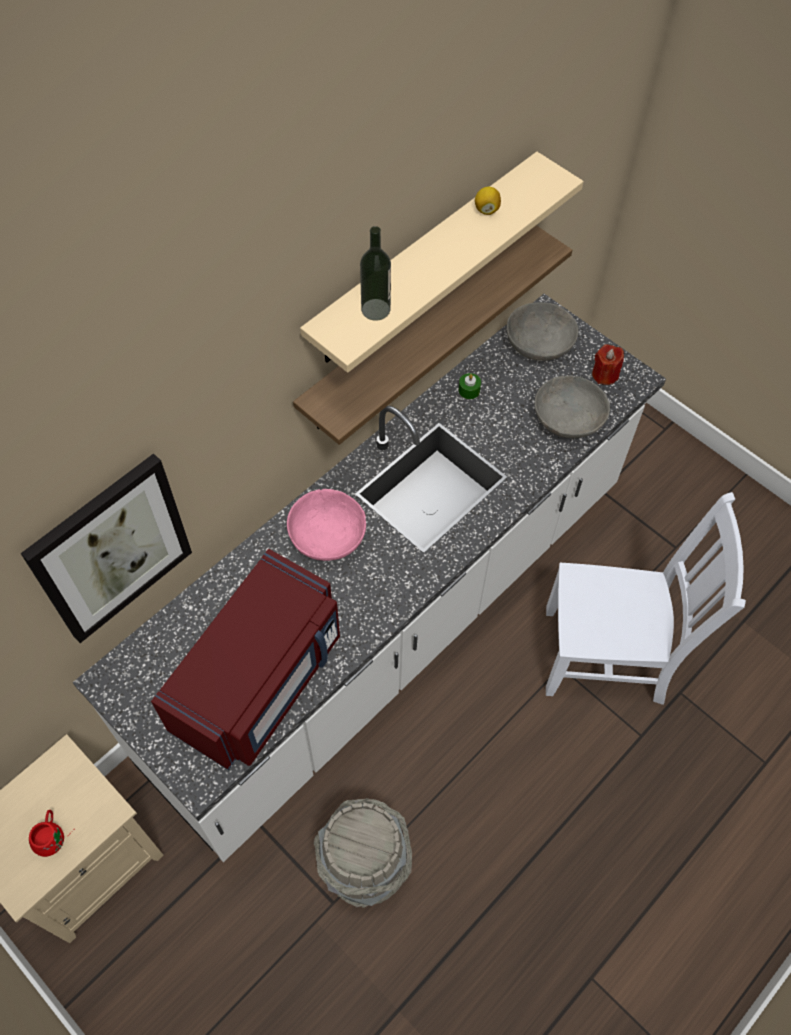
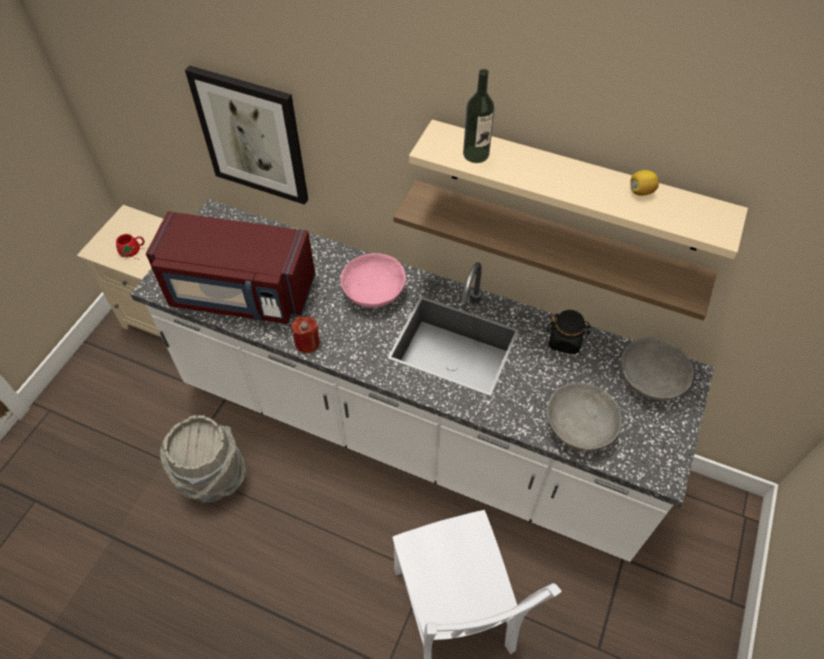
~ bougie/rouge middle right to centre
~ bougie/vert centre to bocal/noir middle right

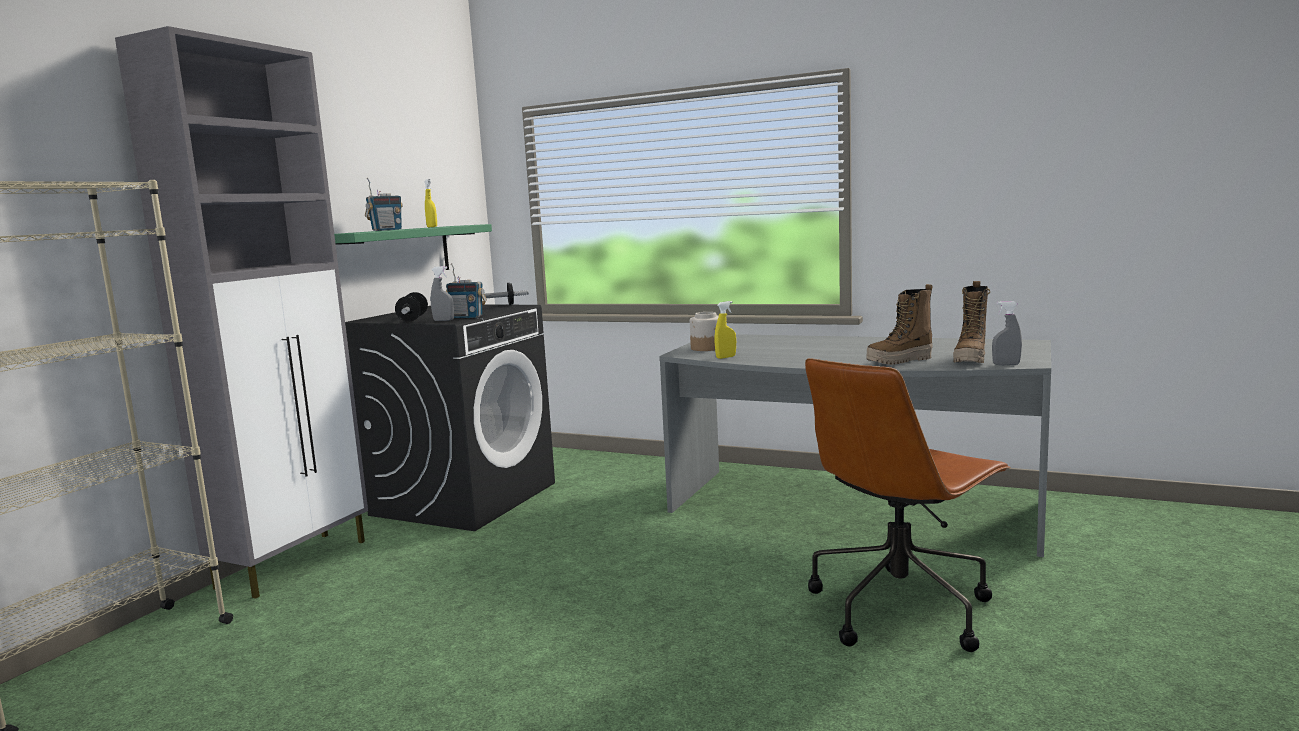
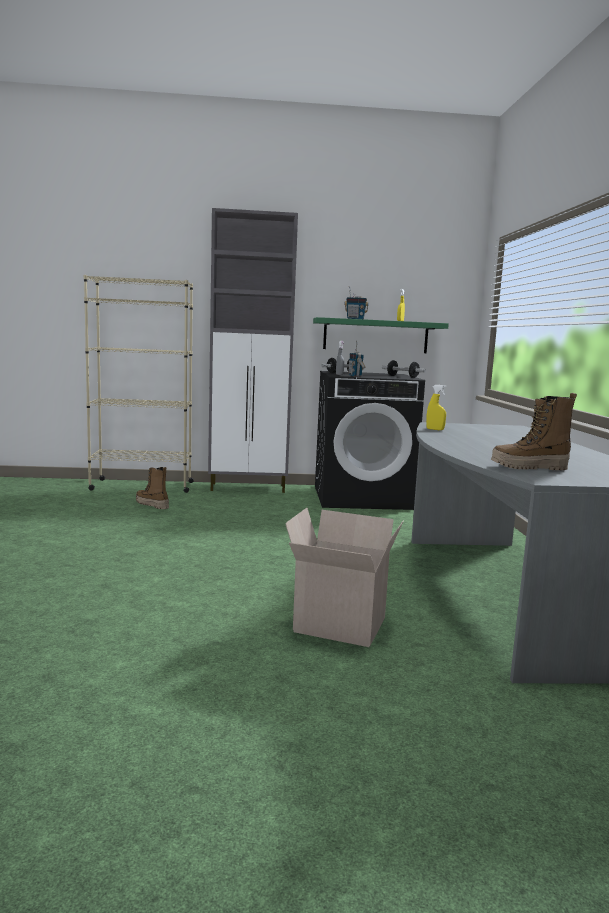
~ botte (1st from left) middle right to middle left
~ chaise de bureau/marron bottom right to carton centre
- bocal centre
- vaporisateur/gris (2nd from left) middle right

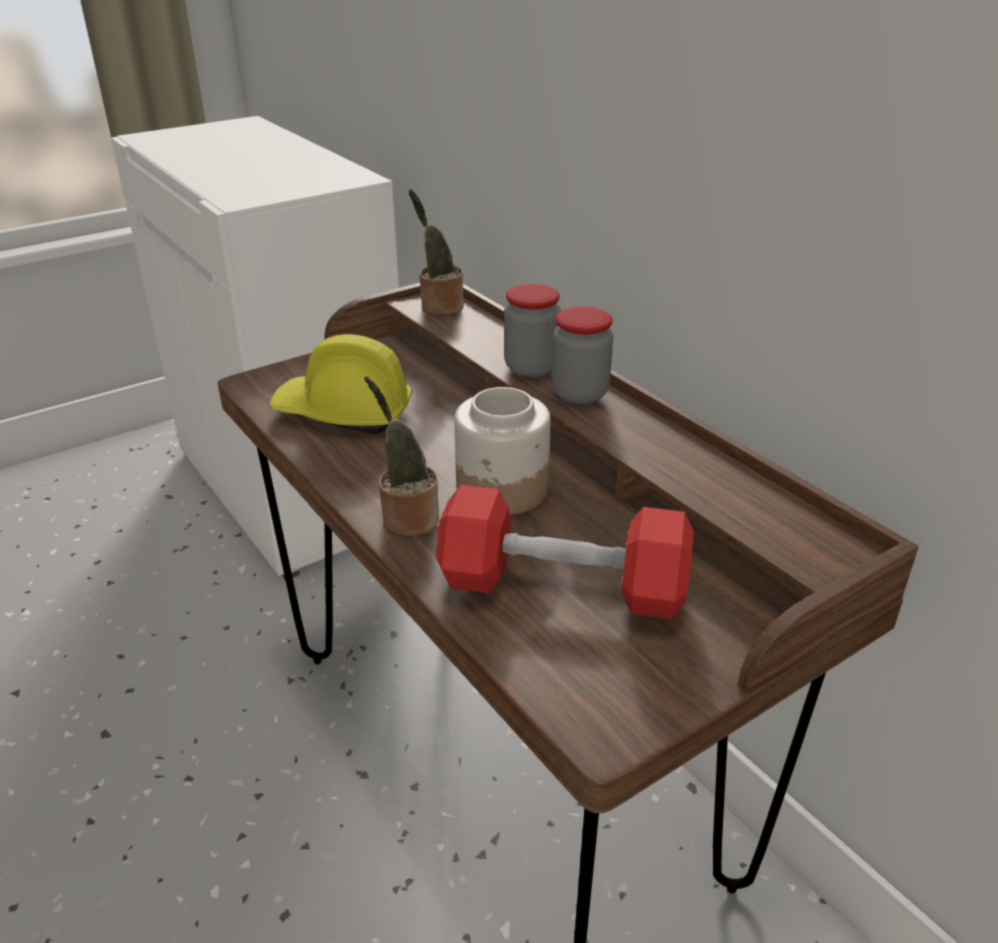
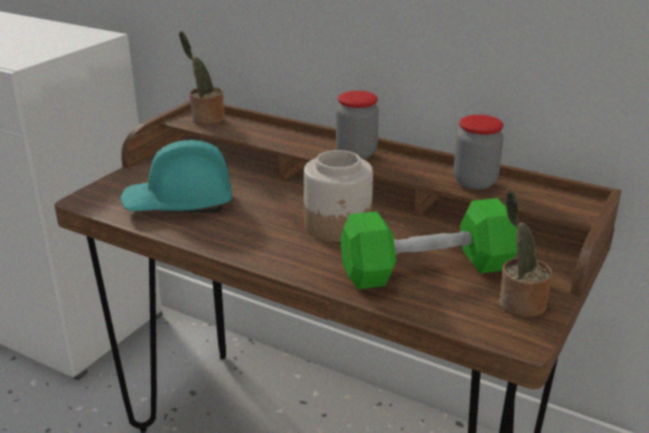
~ casque de chantier/jaune centre to casque de chantier/turquoise middle left
~ haltère/rouge centre to haltère/vert centre
~ bocal (2nd from left in the first image) centre to bocal (3rd from left) middle right
~ plante en pot (1st from left in the first image) centre to plante en pot (2nd from left) middle right

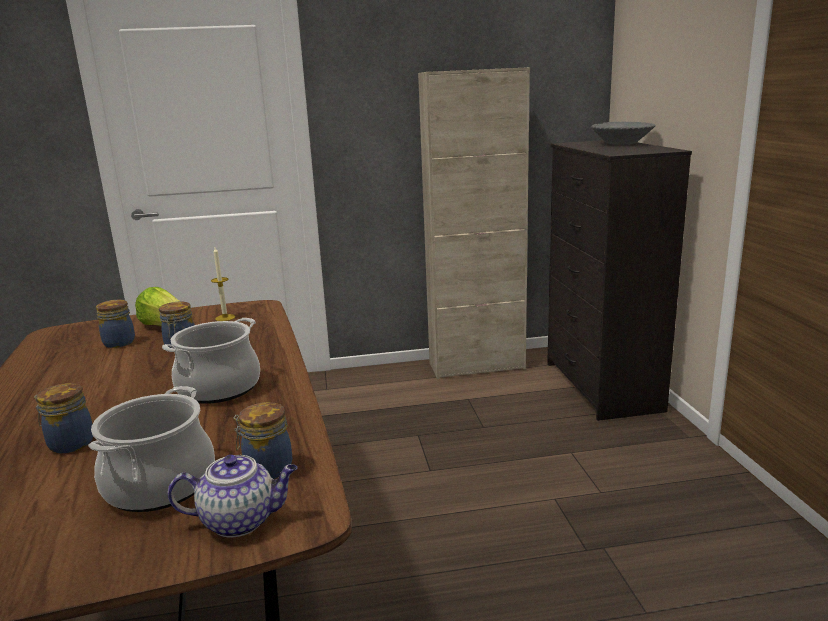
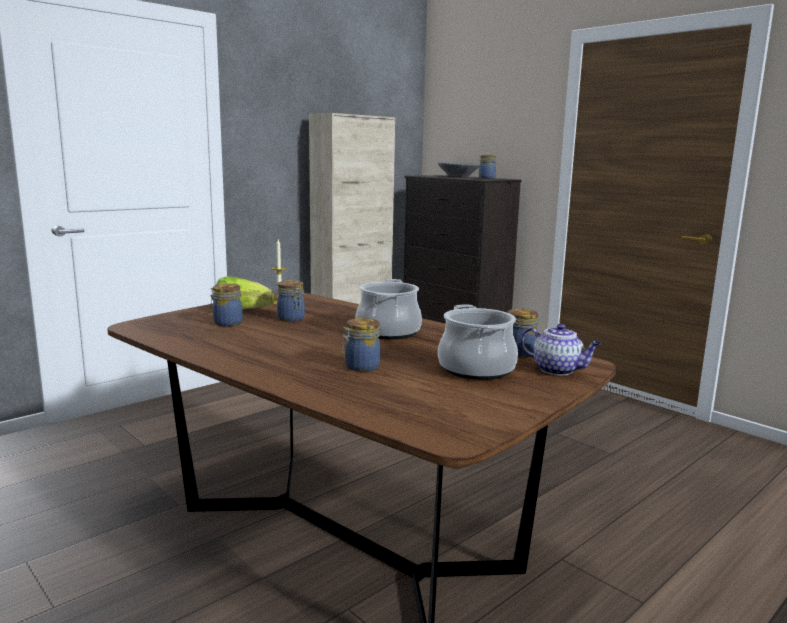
+ bocal (4th from left) top centre
~ théière bottom left = middle right 75 degrees clockwise

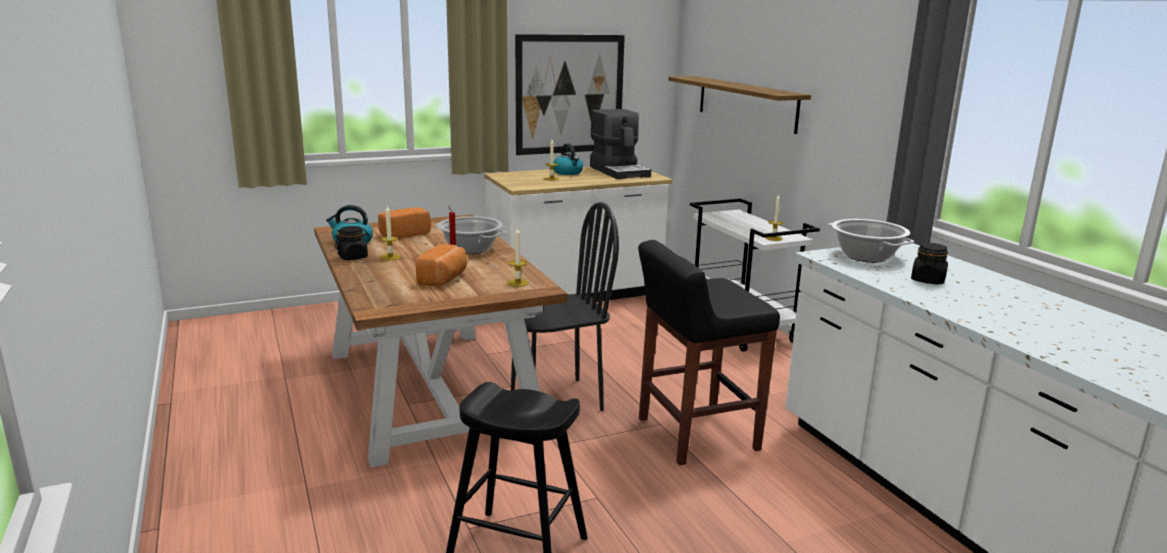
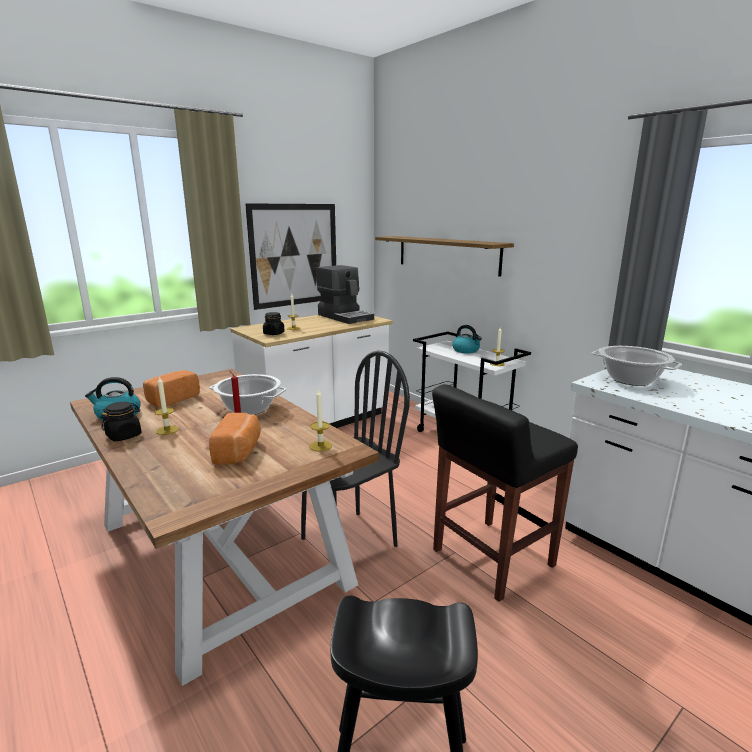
~ bocal/noir (2nd from left) middle right to centre
~ bouilloire (2nd from left) top centre to centre

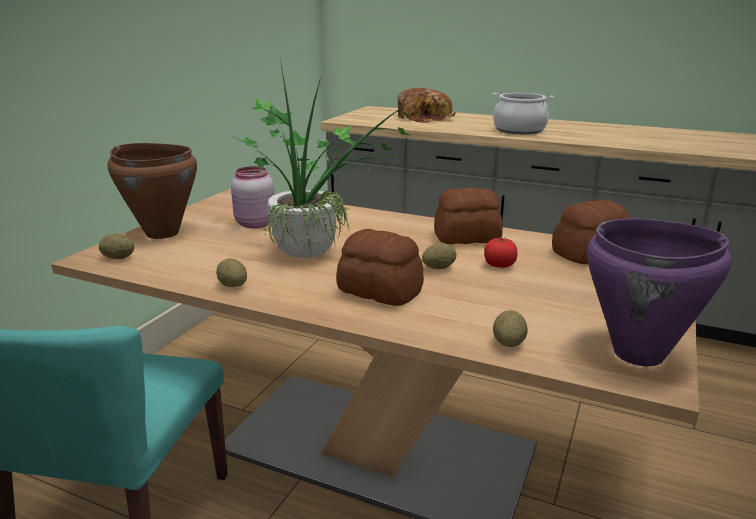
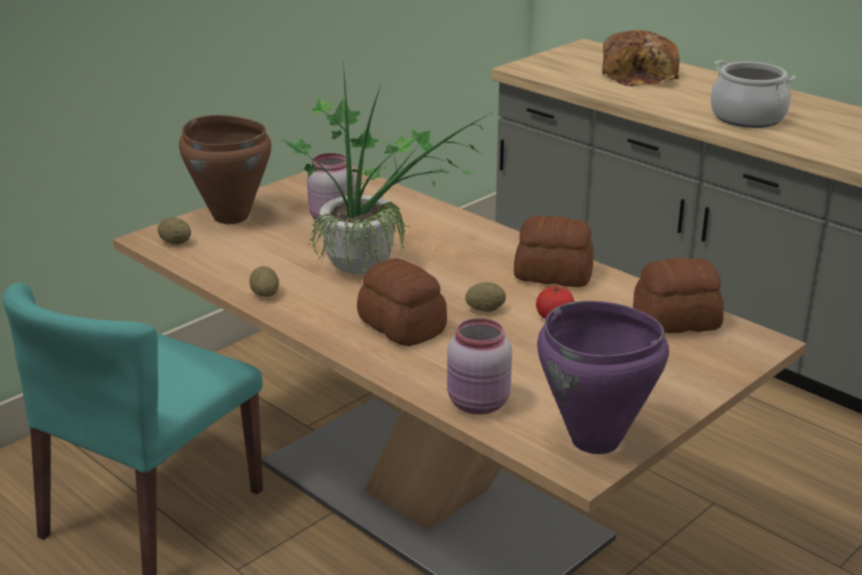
~ pomme de terre (4th from left) middle right to bocal/rose (2nd from left) centre

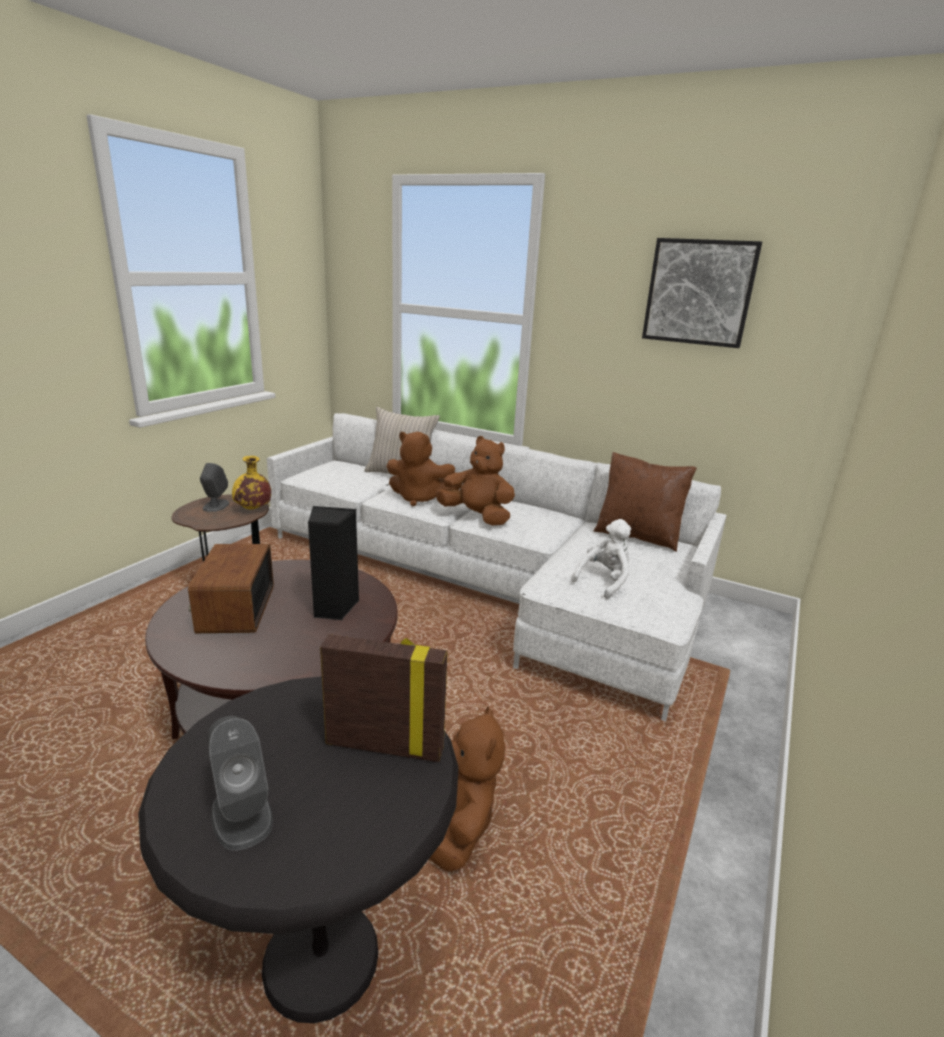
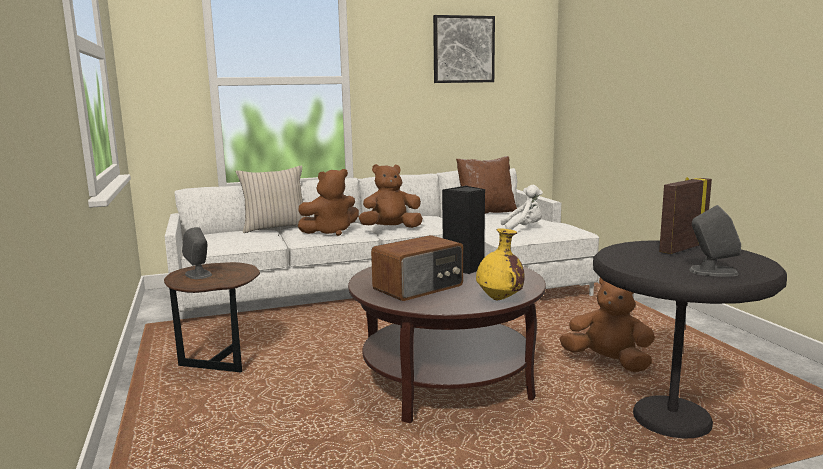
~ radio middle left = centre 75 degrees counterclockwise
~ vase/jaune middle left to centre
~ peluche/blanc centre = centre 90 degrees clockwise

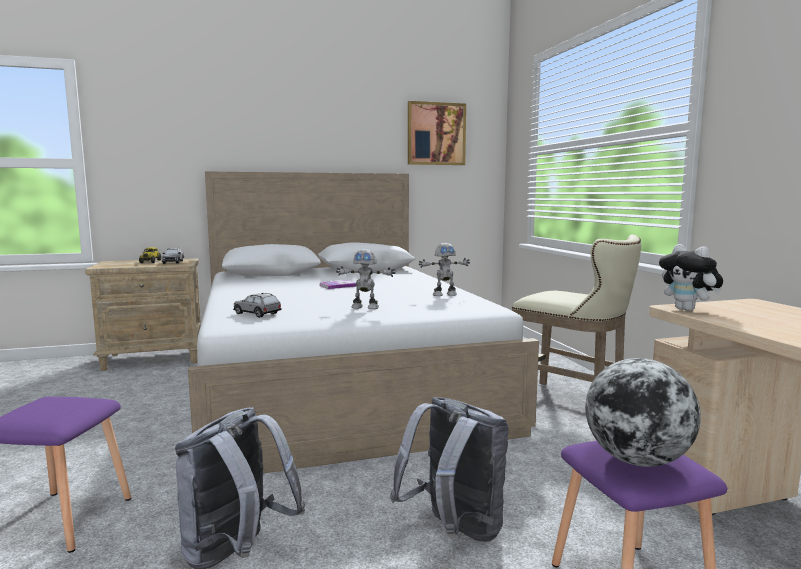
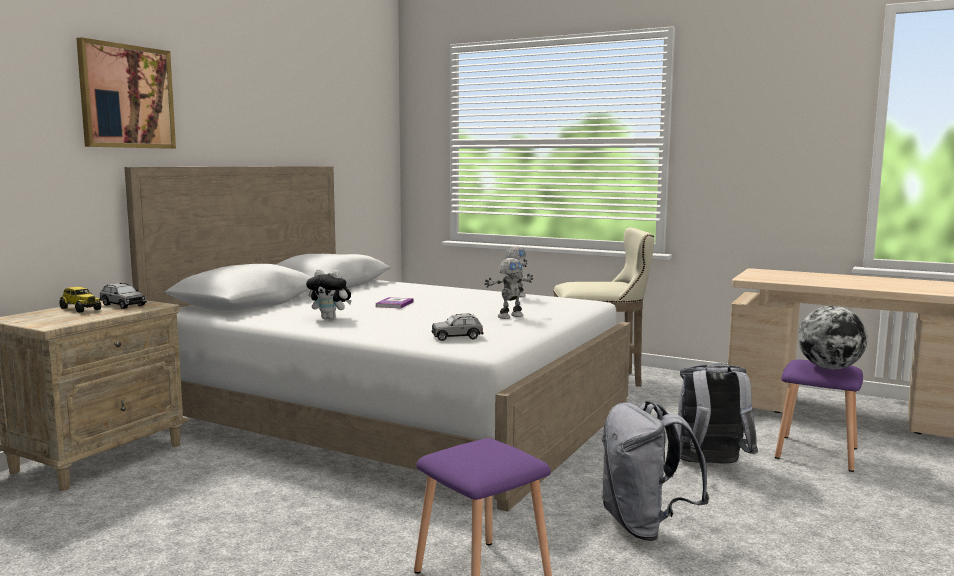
~ tableau top centre to top left
~ peluche middle right to centre

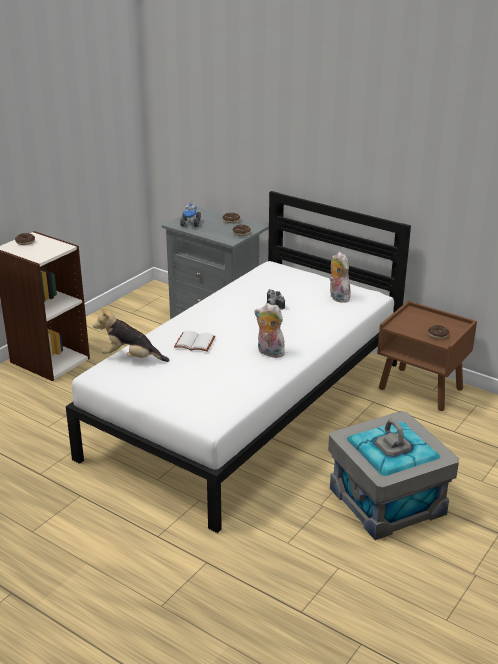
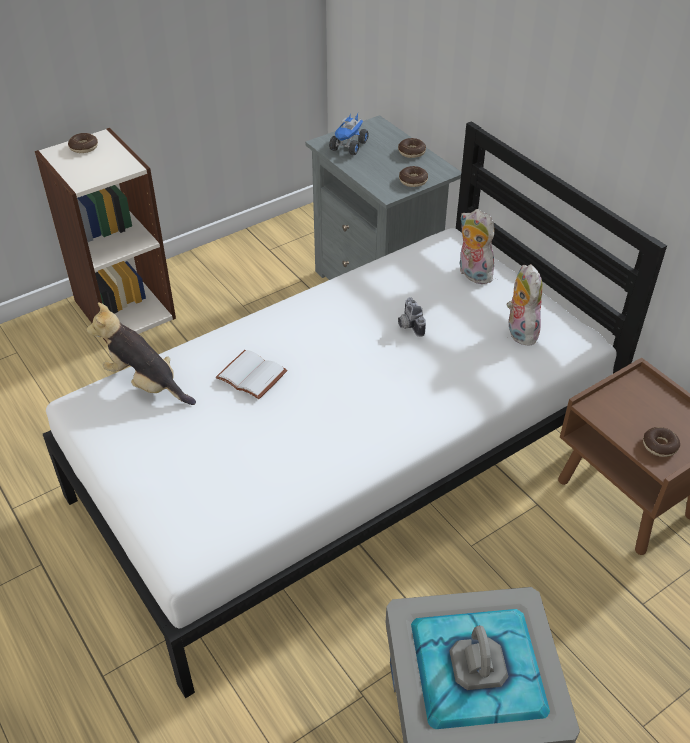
~ peluche (2nd from left) centre to top right

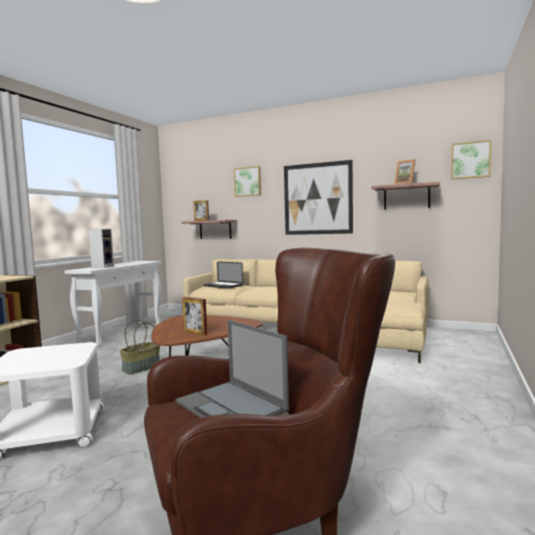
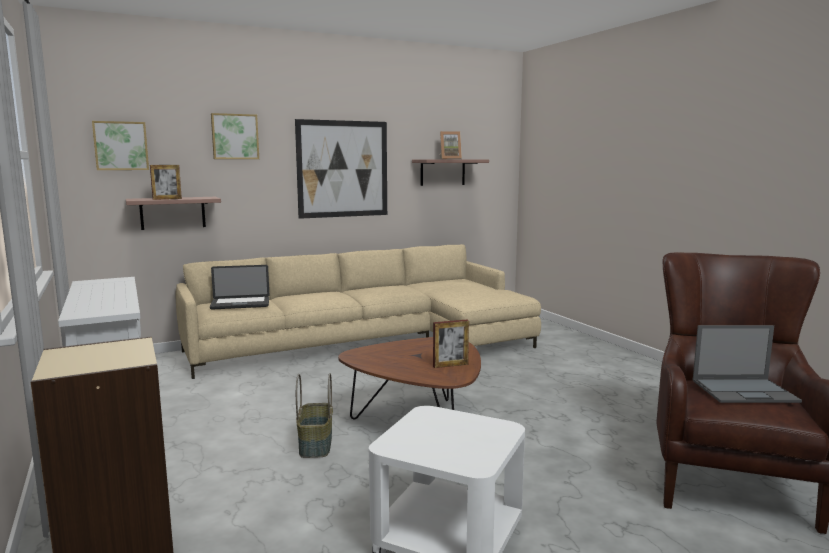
~ tableau (3rd from left in the first image) top right to tableau (1st from left) top left
- enceinte middle left

